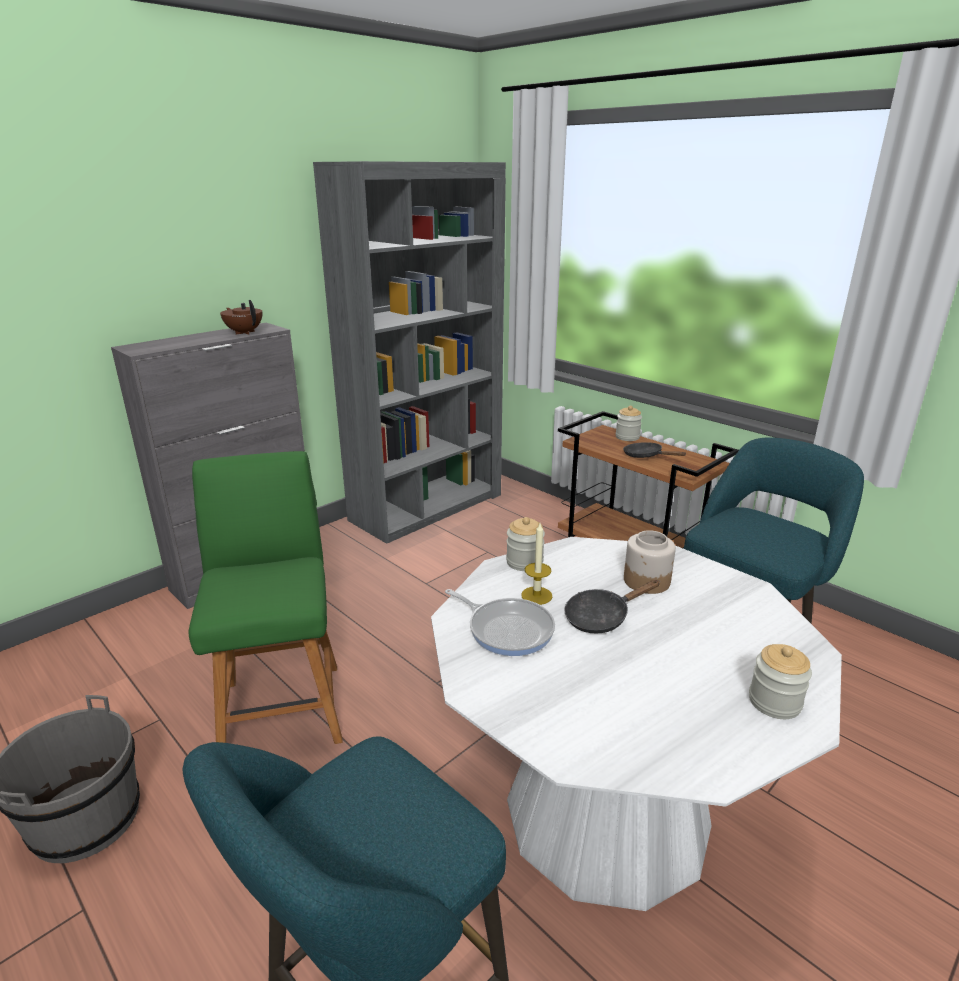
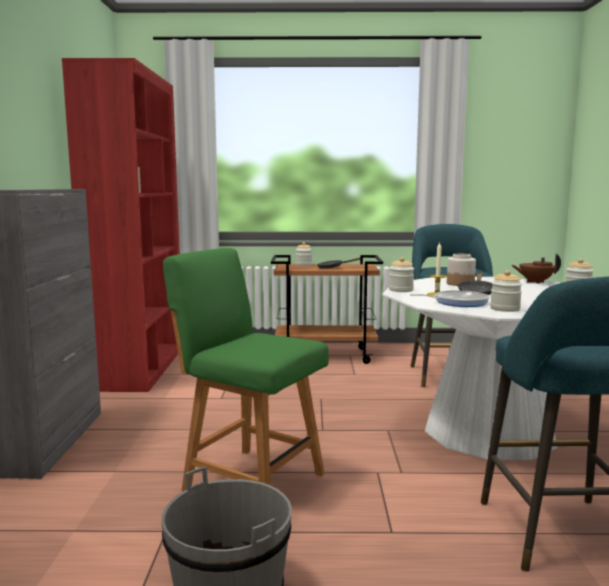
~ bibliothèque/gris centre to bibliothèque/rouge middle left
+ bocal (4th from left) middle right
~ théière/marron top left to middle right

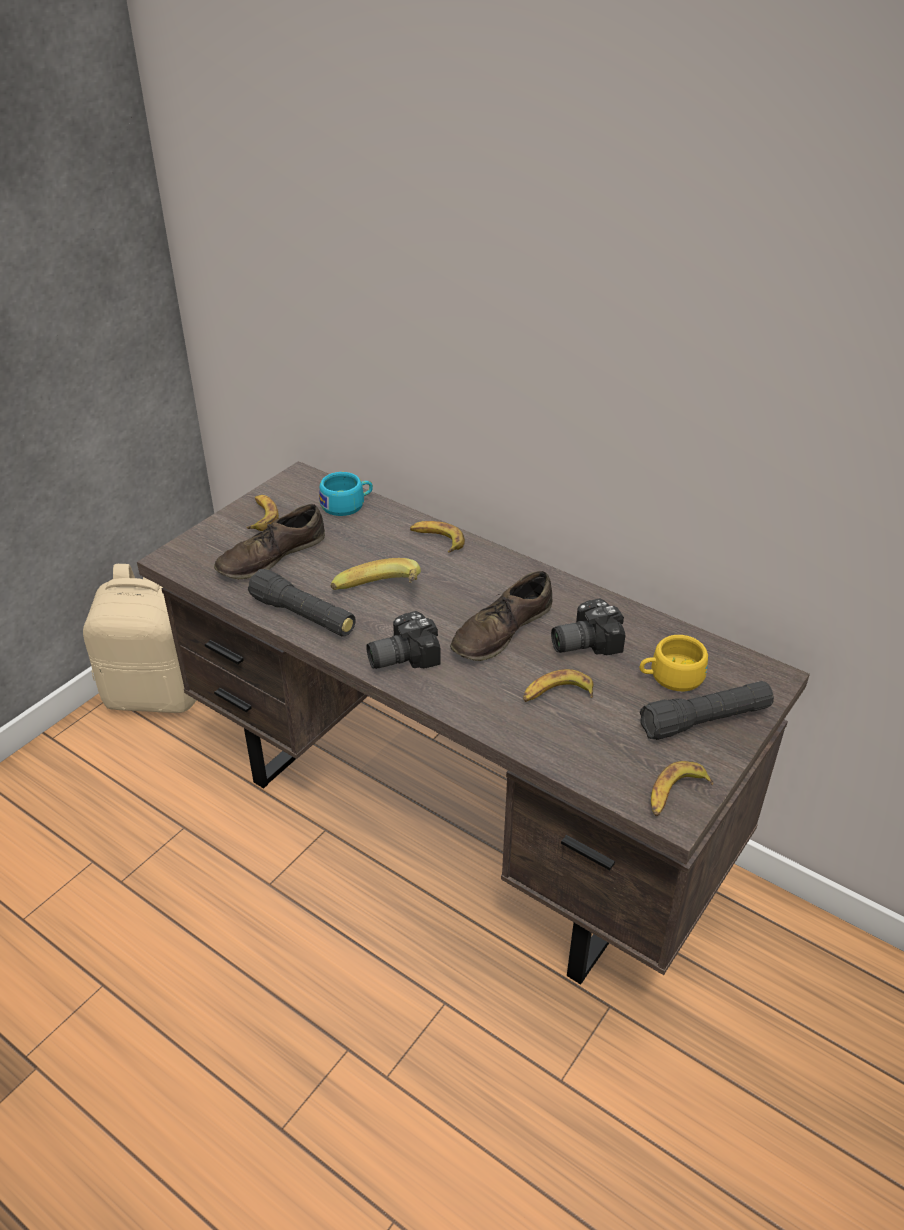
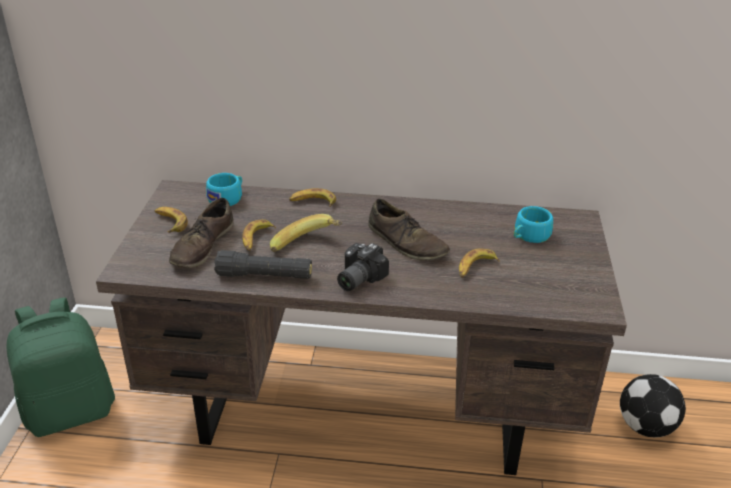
~ sac à dos/beige middle left to sac à dos/vert bottom left
~ banane (5th from left in the first image) middle right to banane (2nd from left) centre
~ chaussure/marron (2nd from left) centre = centre 60 degrees counterclockwise
~ tasse/jaune middle right to tasse/turquoise (2nd from left) middle right
+ ballon de foot bottom right
- appareil photo (2nd from left) centre
- lampe de poche/noir (2nd from left) middle right

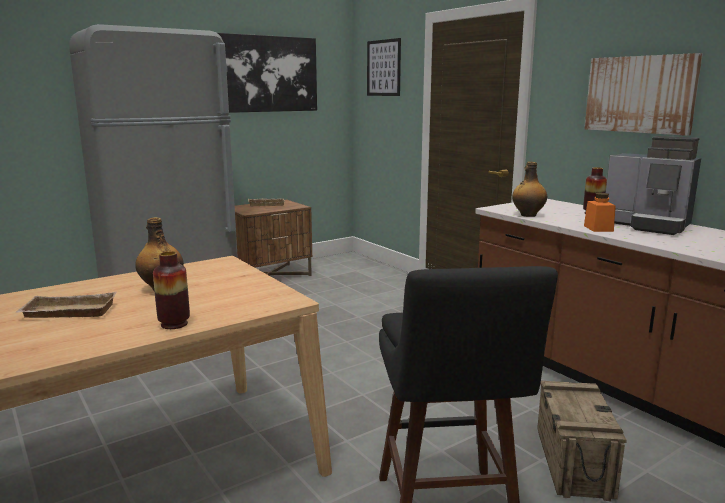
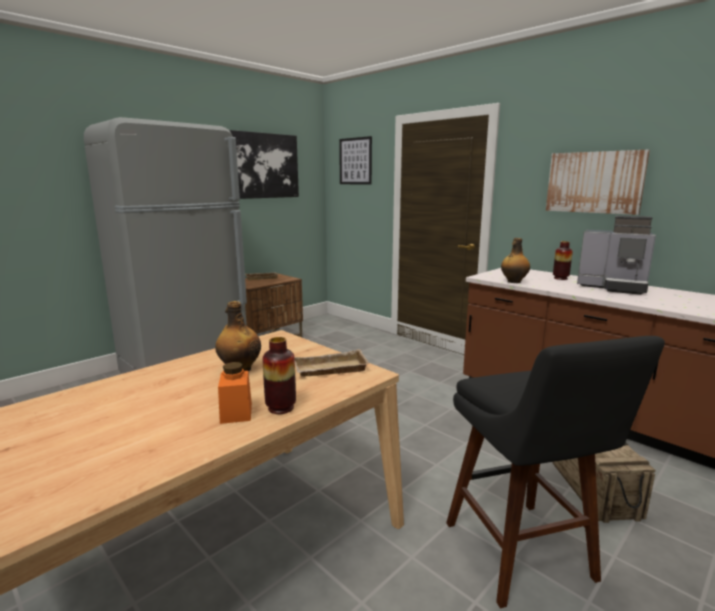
~ bocal/orange middle right to middle left
~ plateau/beige (1st from left in the first image) middle left to plateau/beige (2nd from left) centre

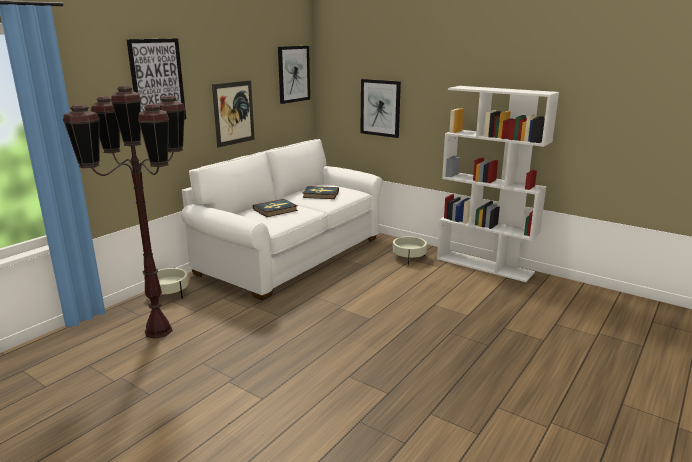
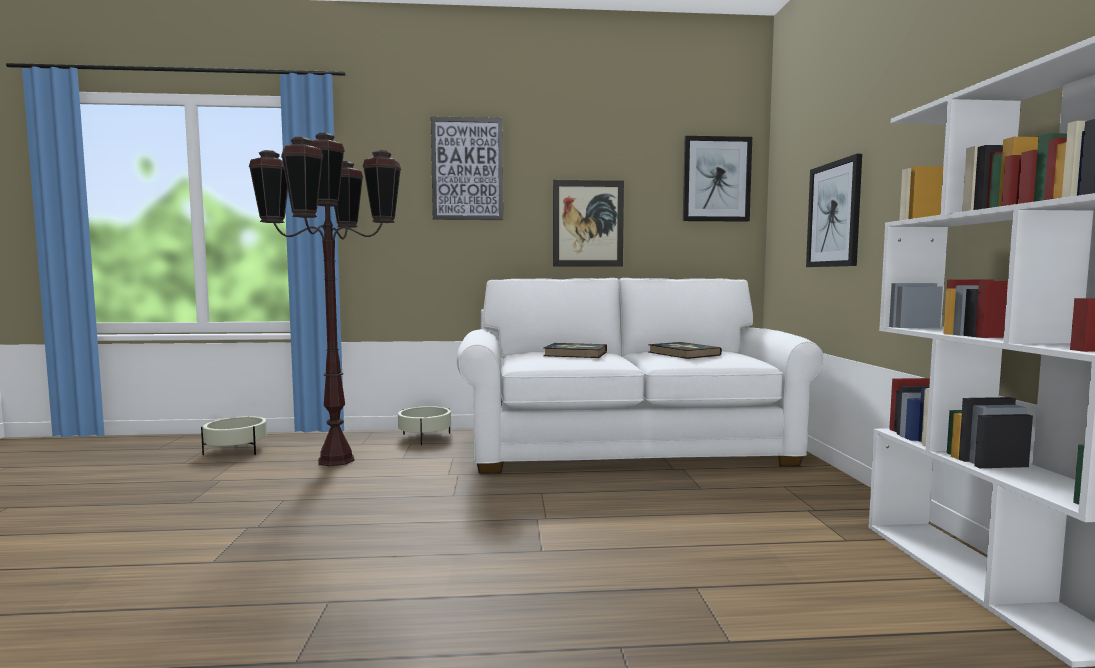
~ cache-pot/beige (2nd from left in the first image) centre to cache-pot/beige (1st from left) middle left

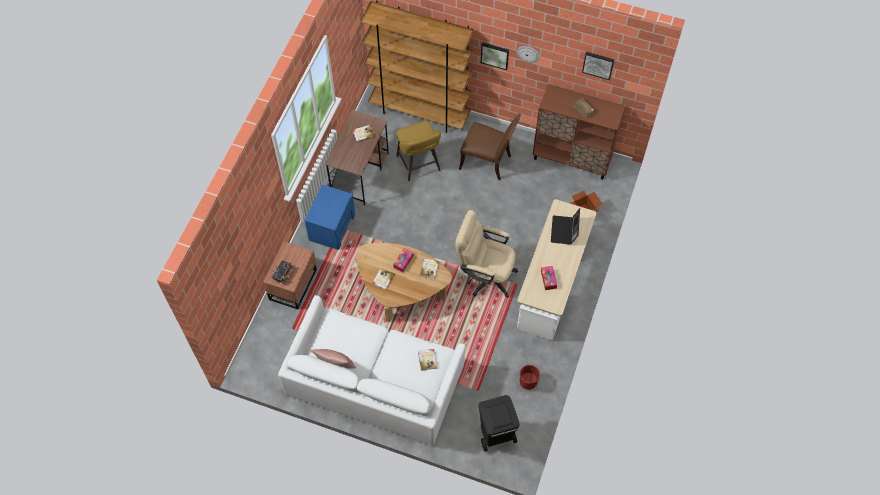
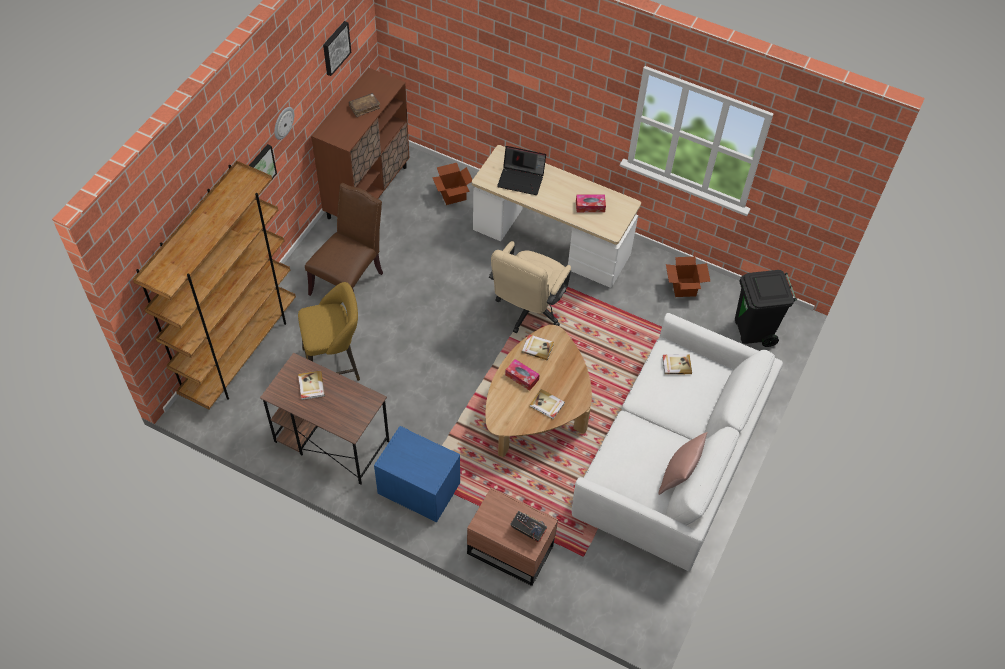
~ cache-pot/rouge bottom centre to carton (2nd from left) middle right

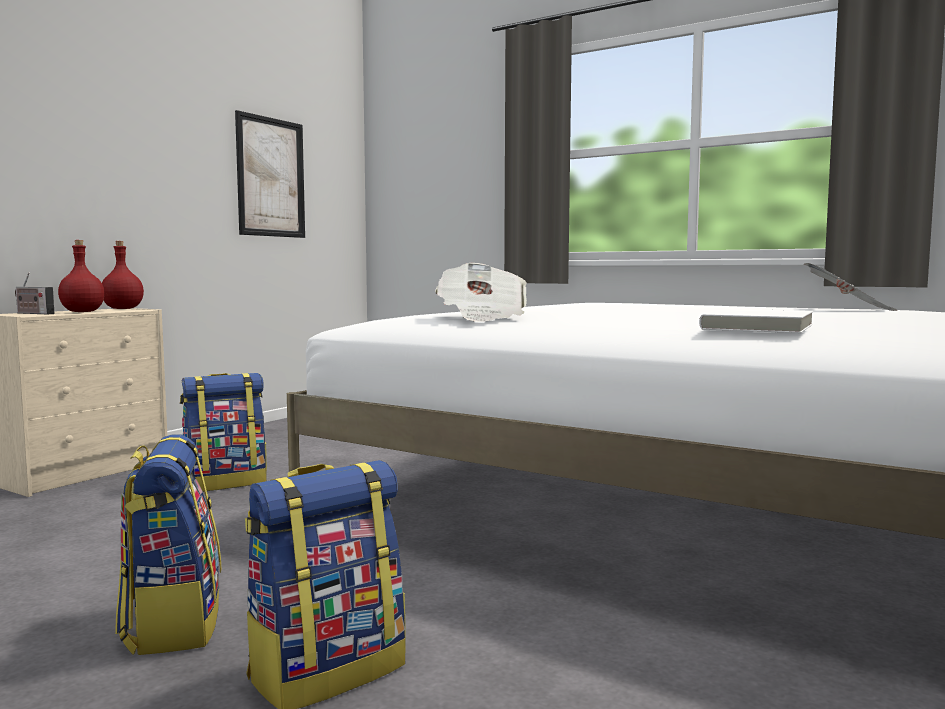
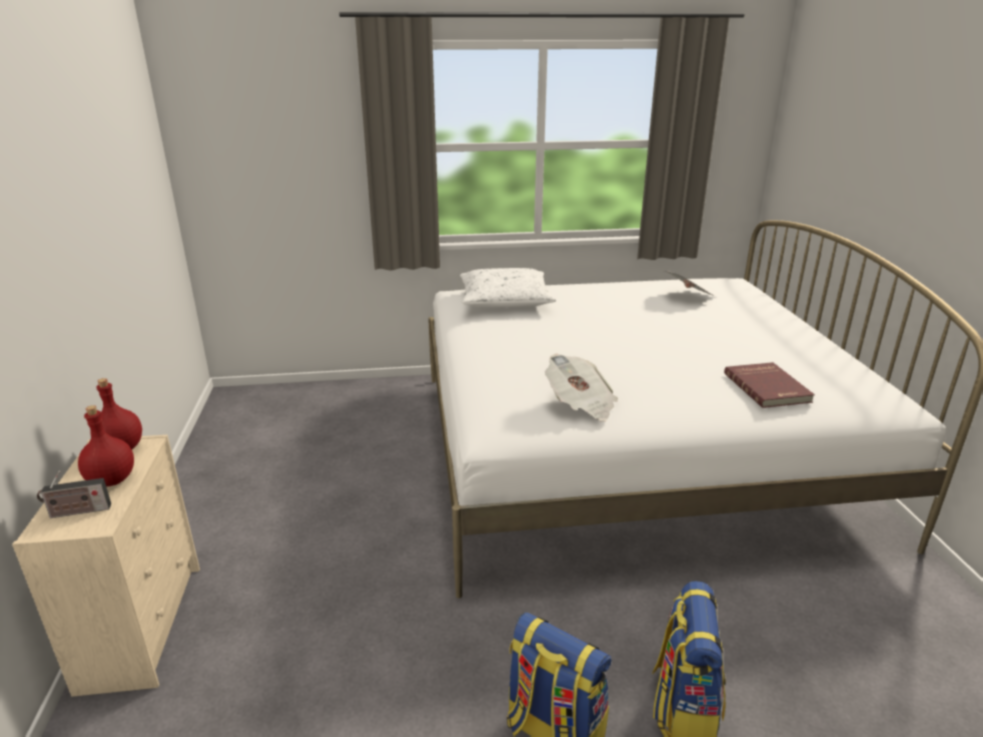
+ coussin/blanc centre
~ livre/blanc middle right to livre/rouge middle right
- sac à dos (2nd from left) middle left
- tableau top left

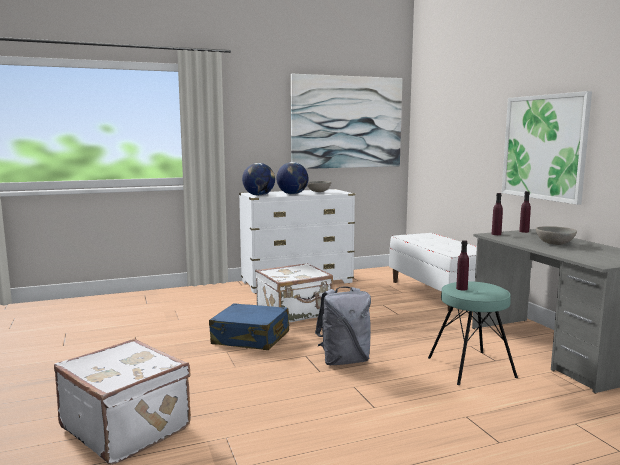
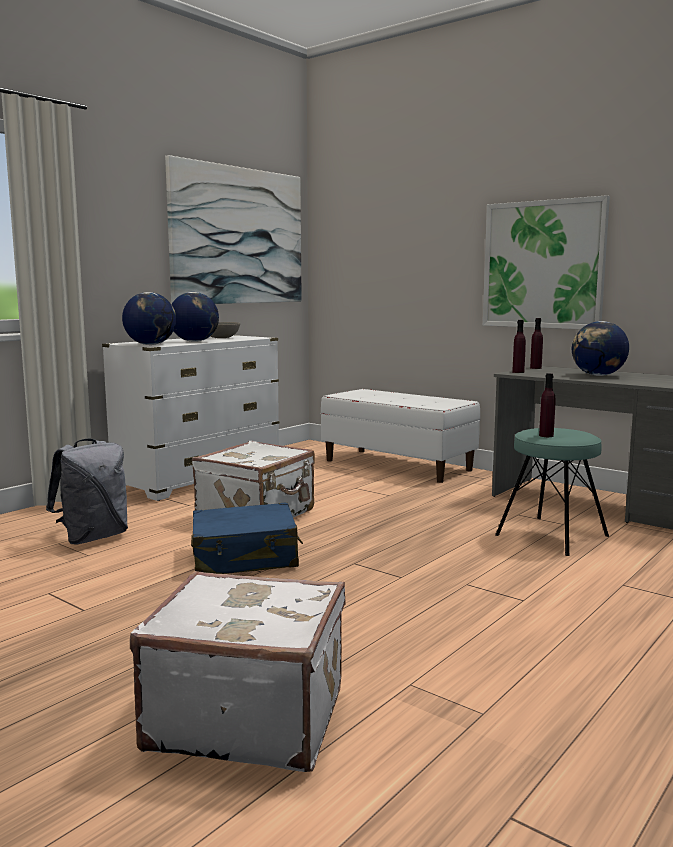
~ sac à dos/gris bottom centre to middle left
~ bol/gris (2nd from left) middle right to globe (3rd from left) middle right

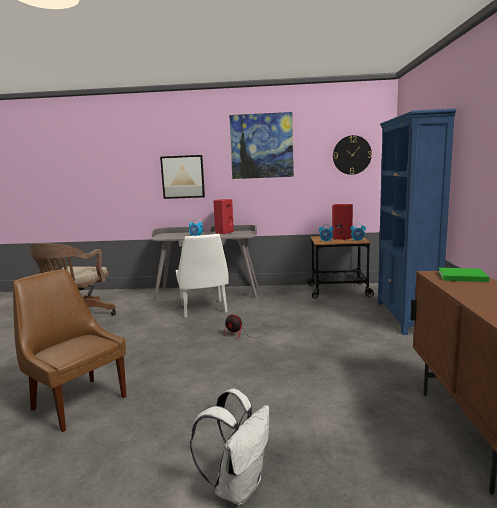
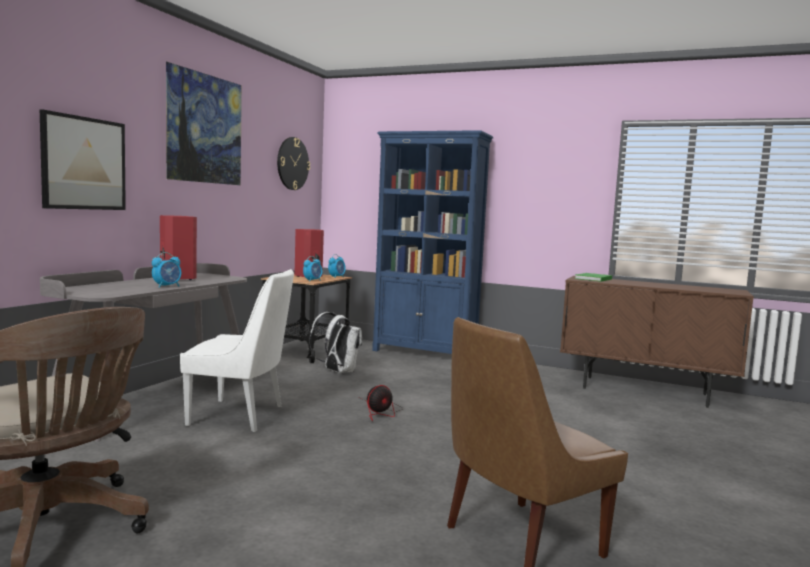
~ sac à dos/blanc bottom centre to centre

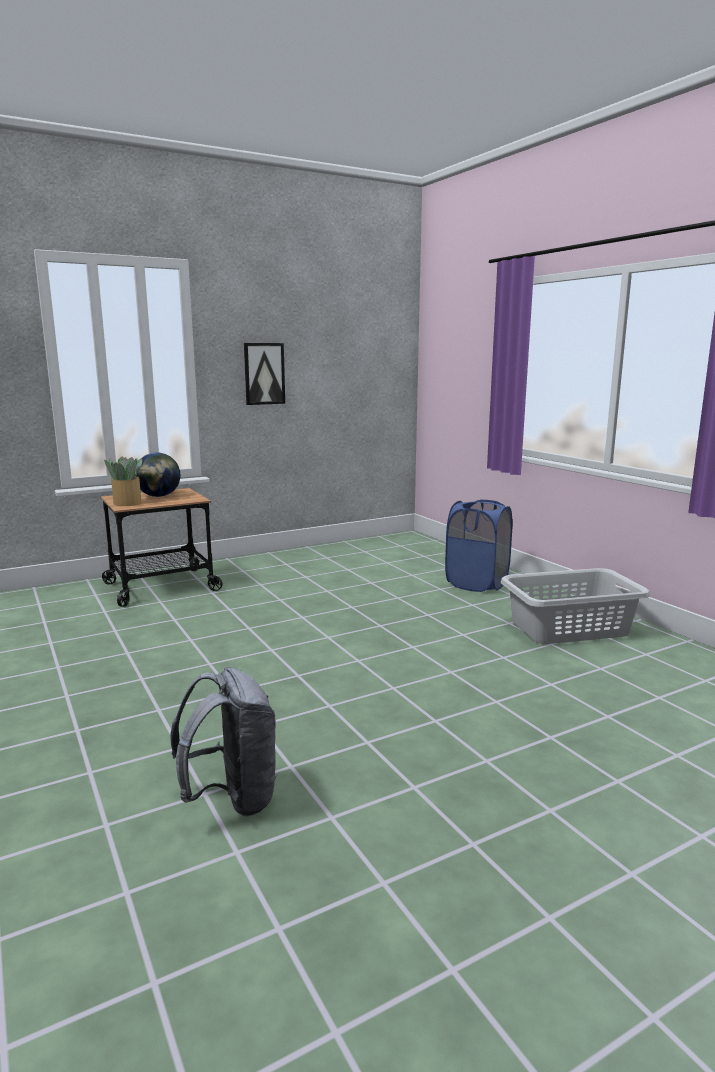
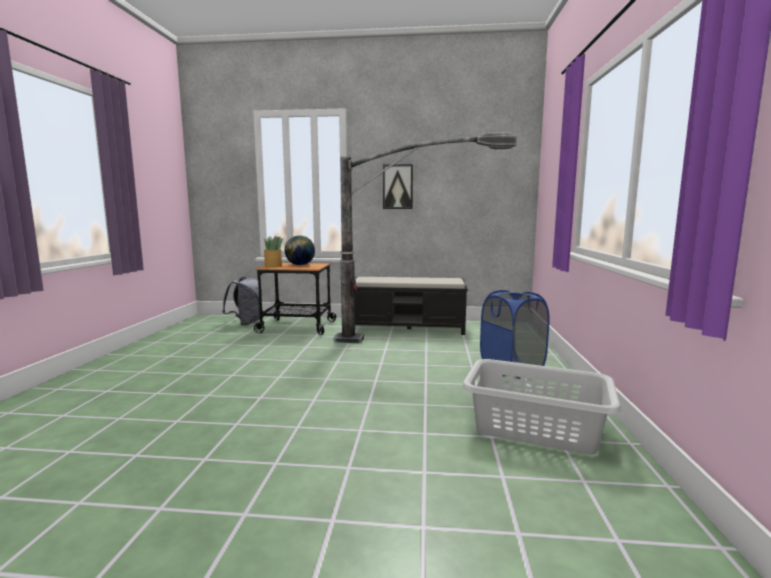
~ sac à dos/gris bottom left to middle left
+ lampadaire centre
+ banc/noir centre

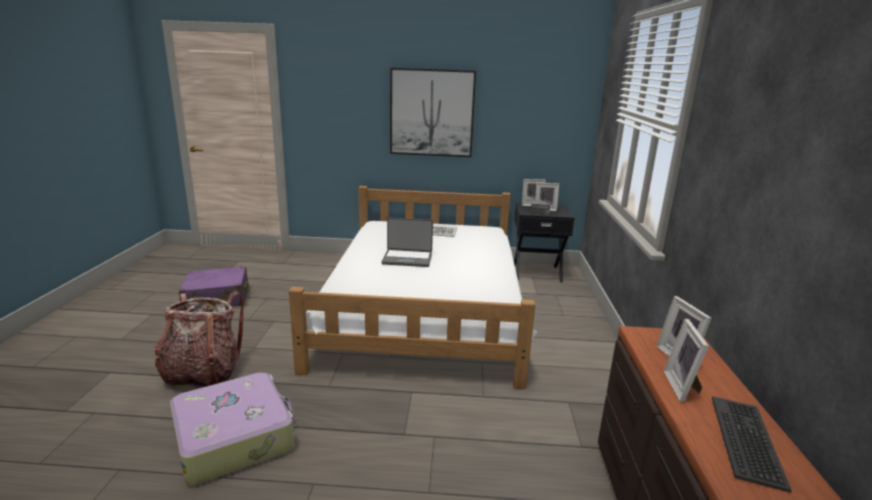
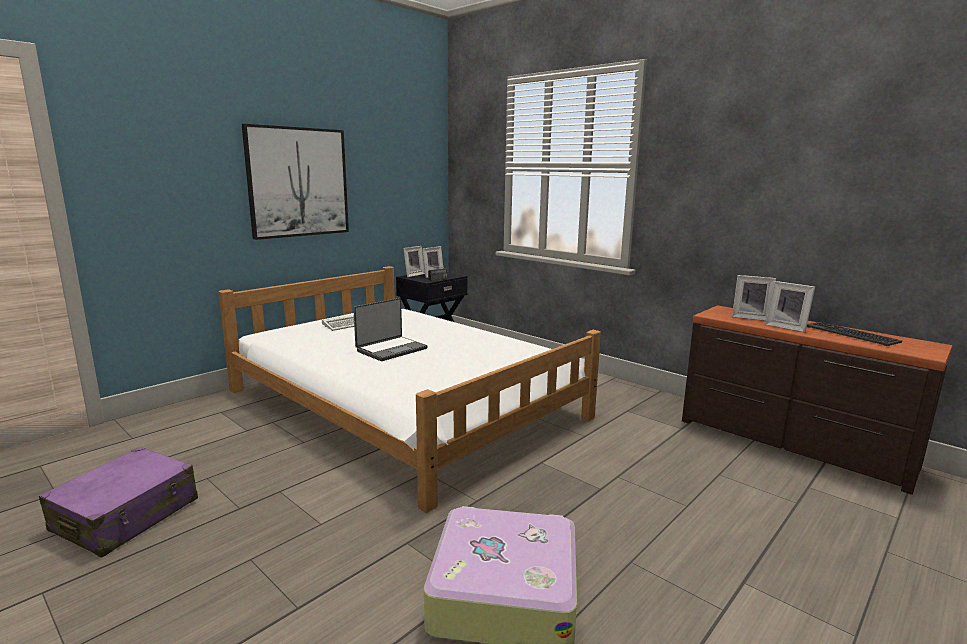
- sac à dos bottom left

